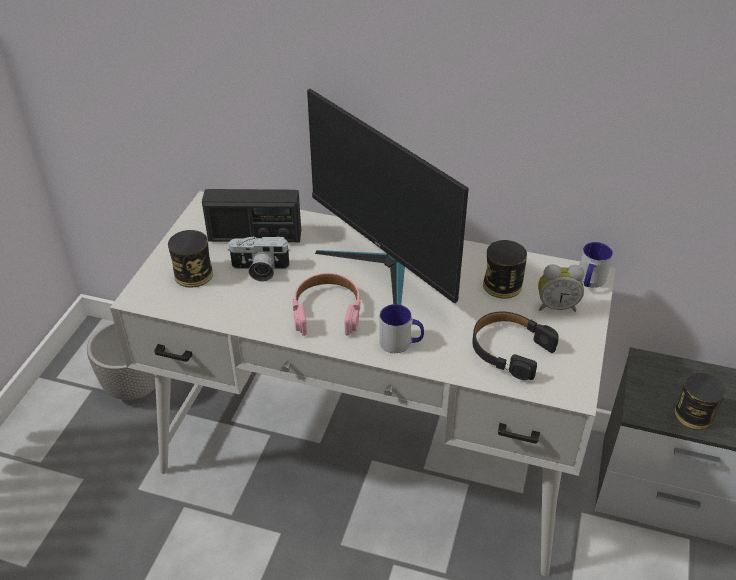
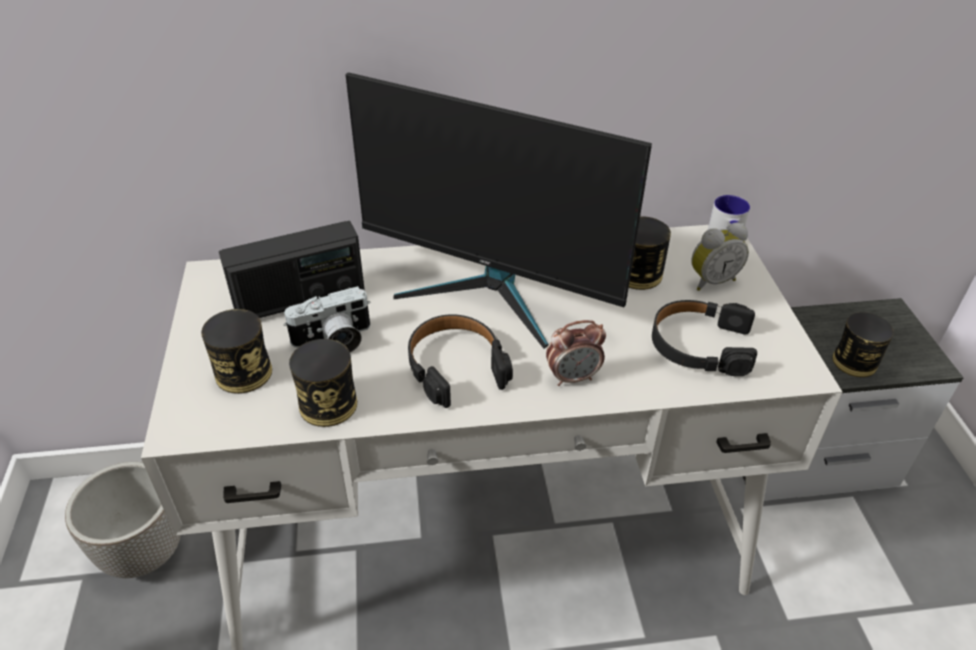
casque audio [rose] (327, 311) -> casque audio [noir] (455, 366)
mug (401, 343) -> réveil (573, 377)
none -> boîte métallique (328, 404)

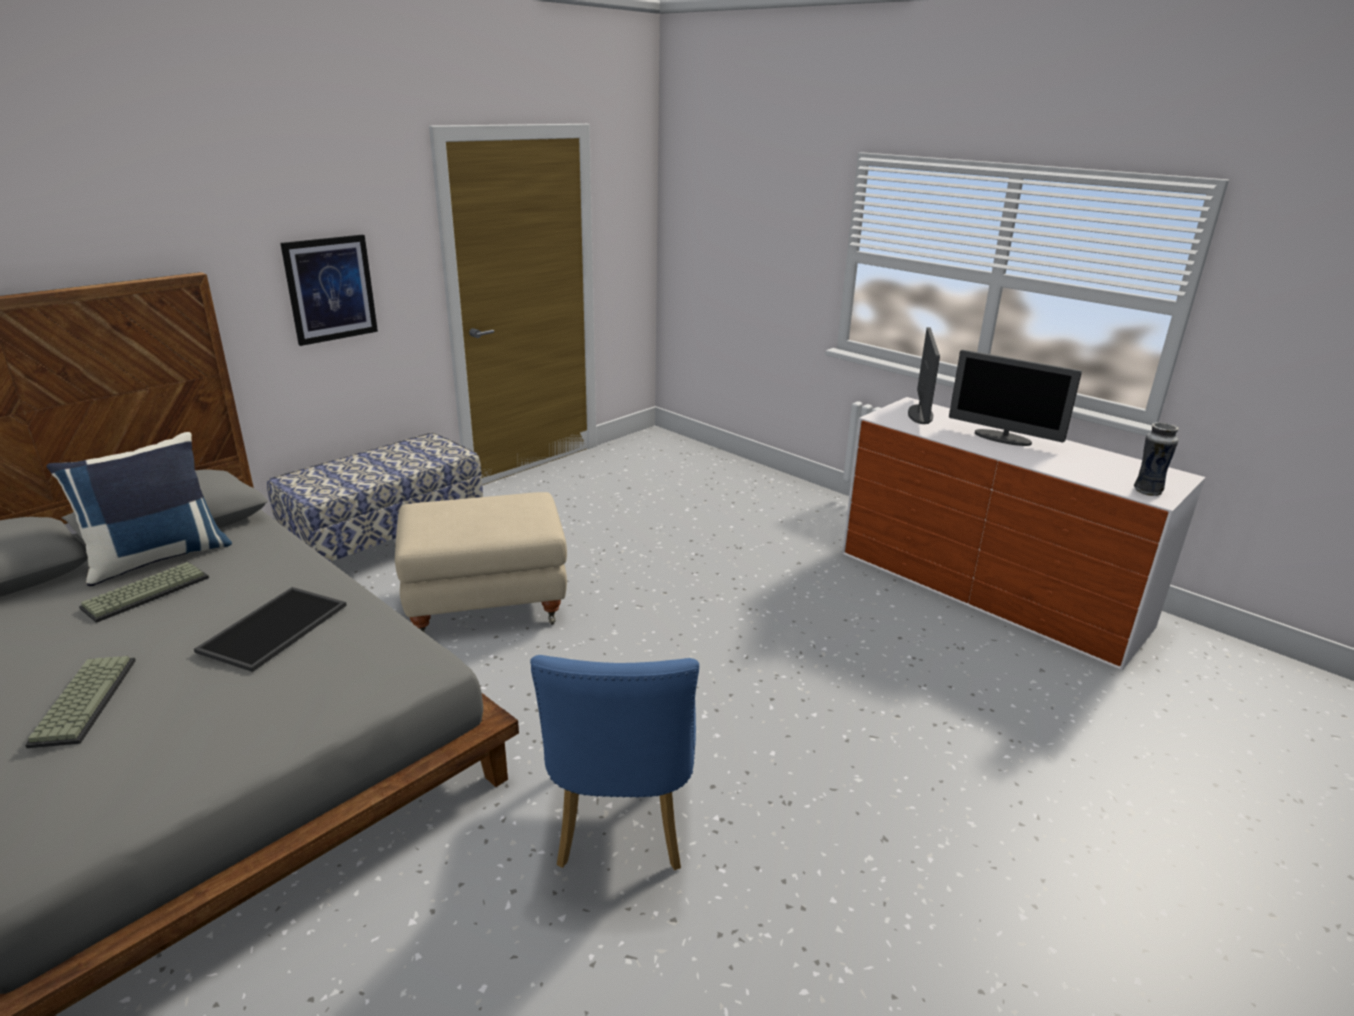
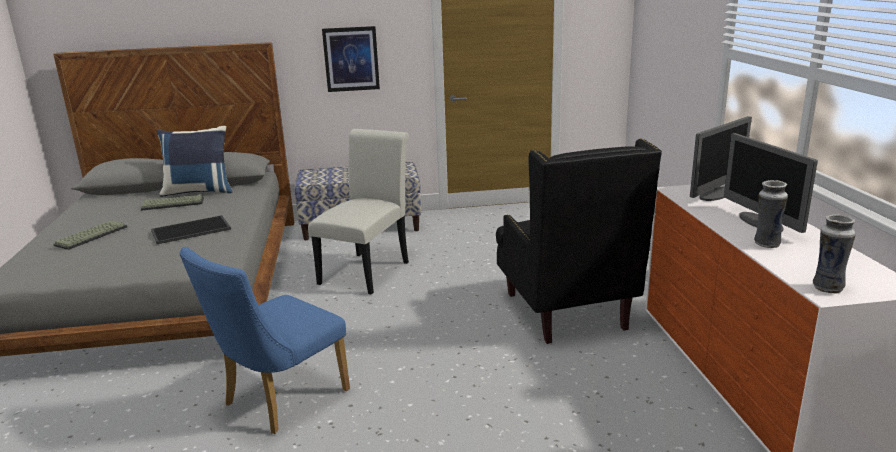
pouf [beige] (487, 603) -> chaise [blanc] (368, 270)
none -> fauteuil [noir] (566, 312)
none -> vase (766, 244)

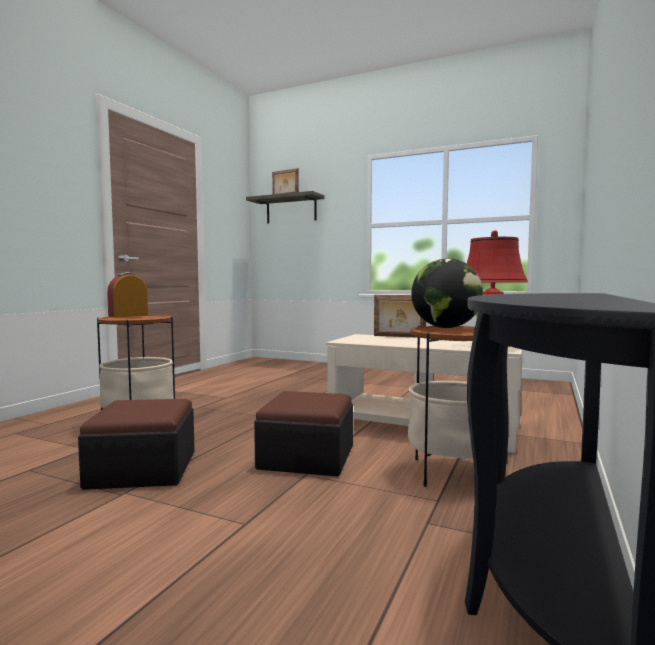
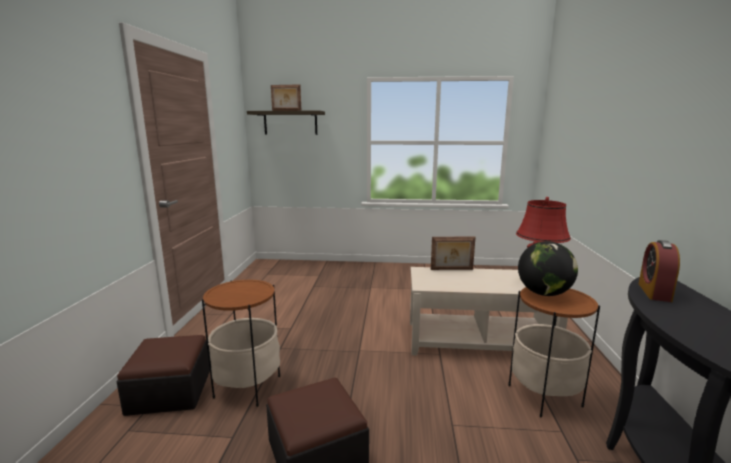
réveil (128, 316) -> réveil (654, 292), relocated
pouf (307, 457) -> pouf (170, 391), relocated

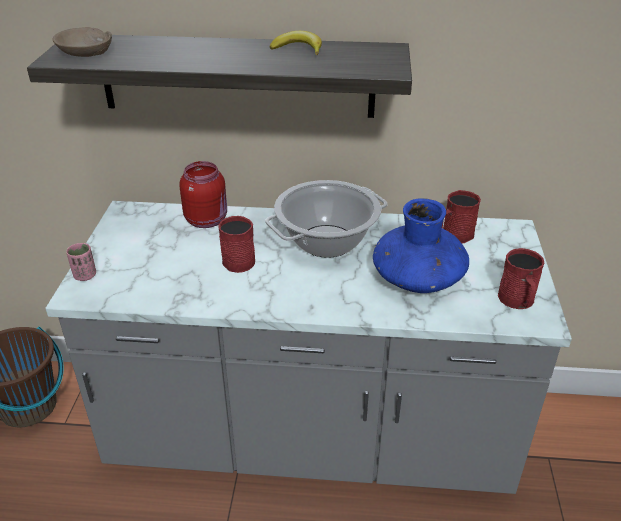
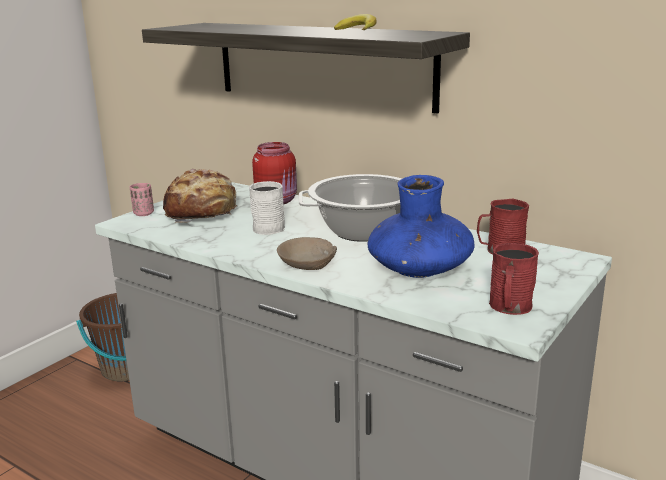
bol [beige] (87, 52) -> bol [beige] (308, 264), relocated
mug [rouge] (236, 259) -> mug [blanc] (268, 227)
none -> pain (202, 212)

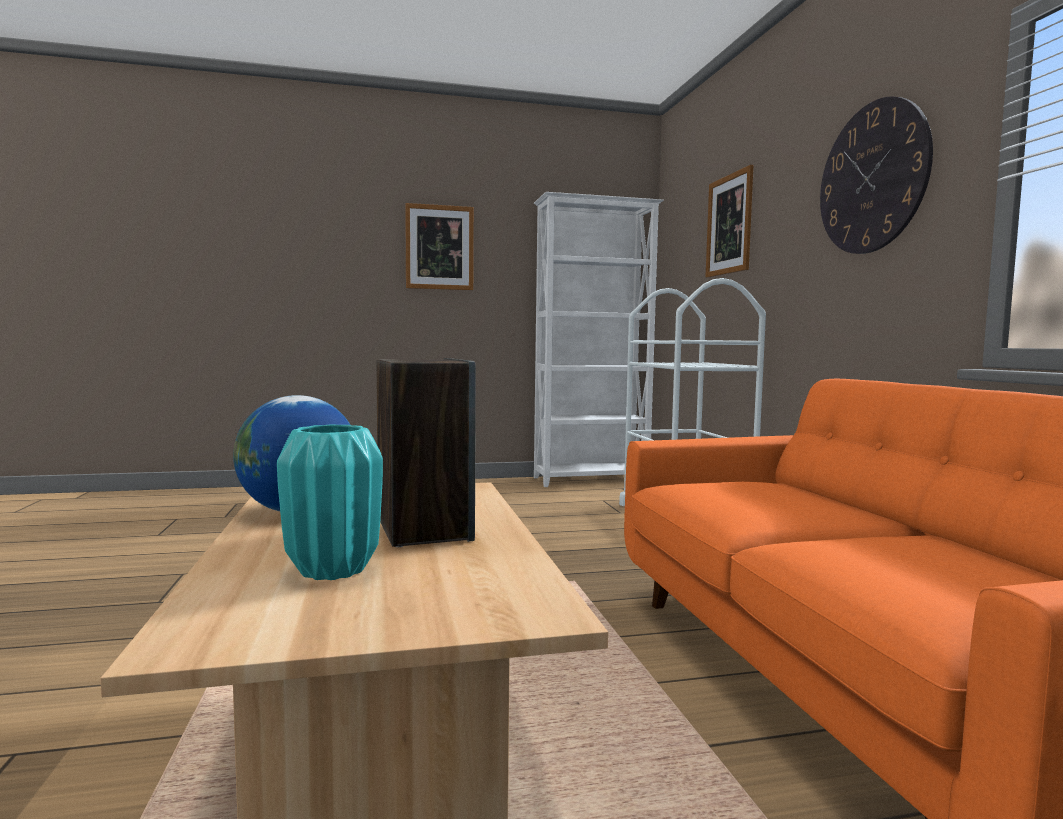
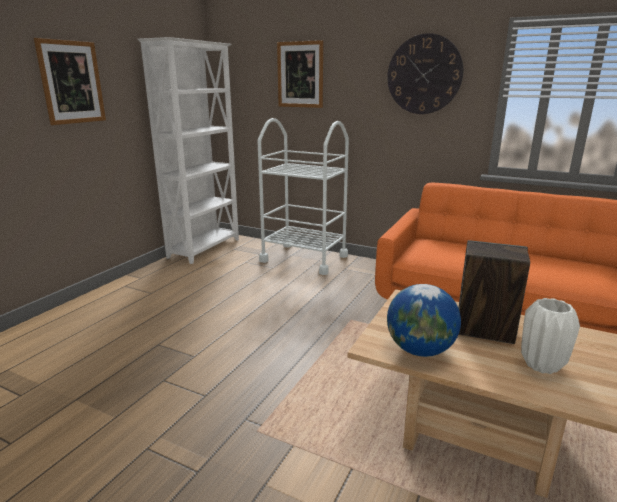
vase [turquoise] (334, 569) -> vase [blanc] (541, 365)

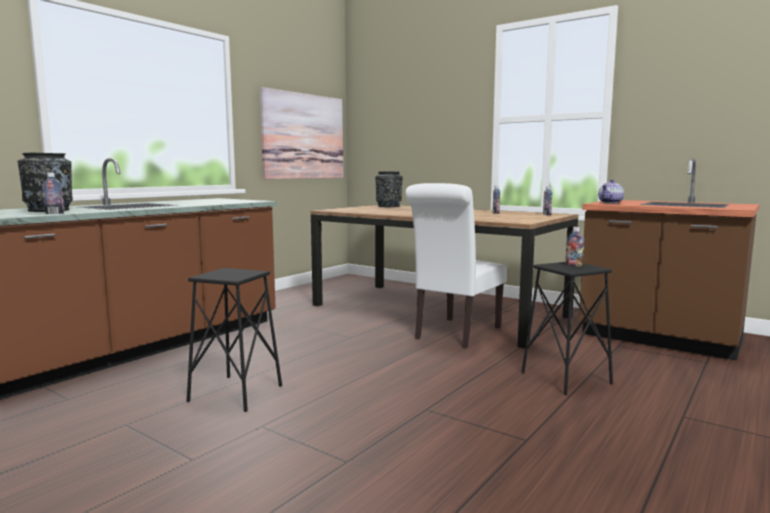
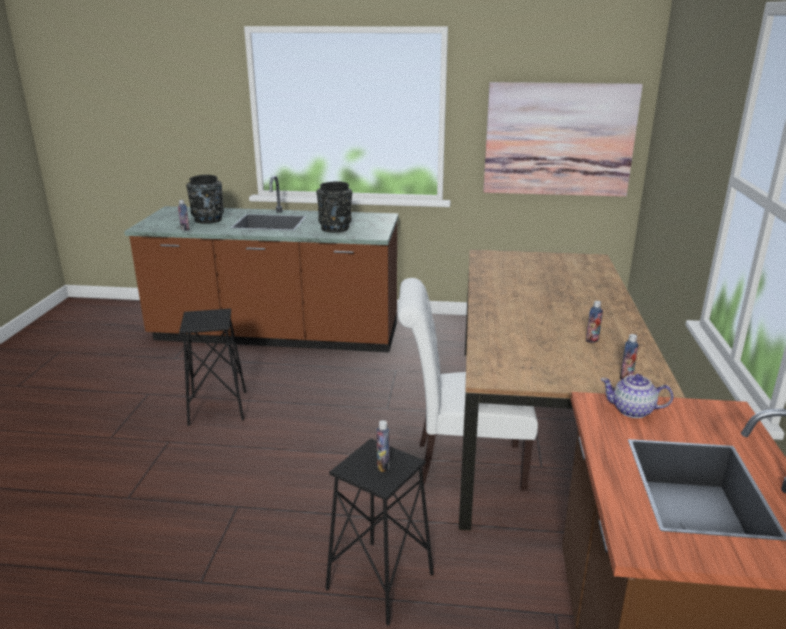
vase [noir] (388, 206) -> vase [noir] (335, 228), relocated

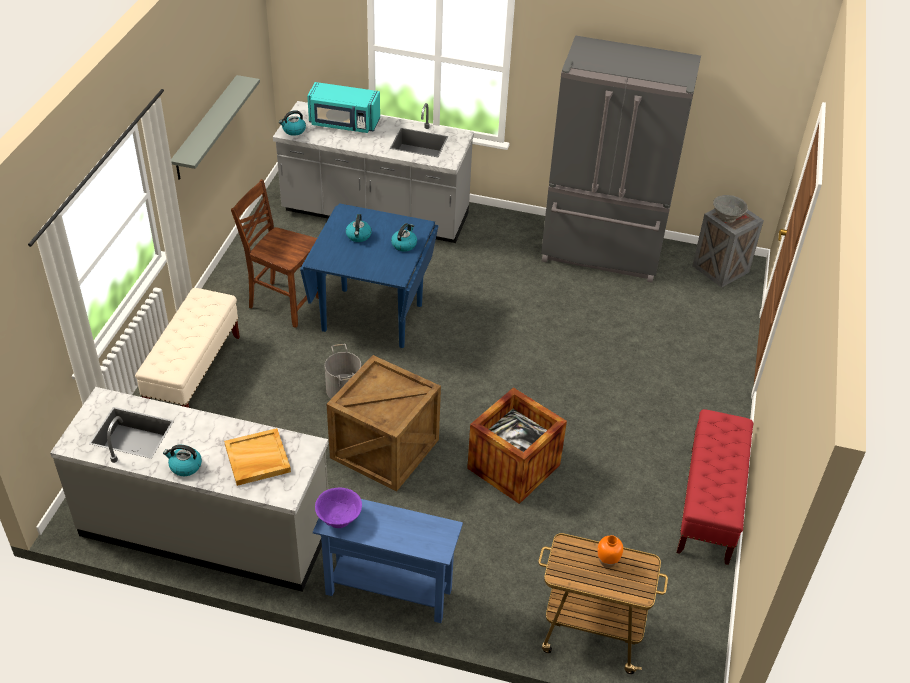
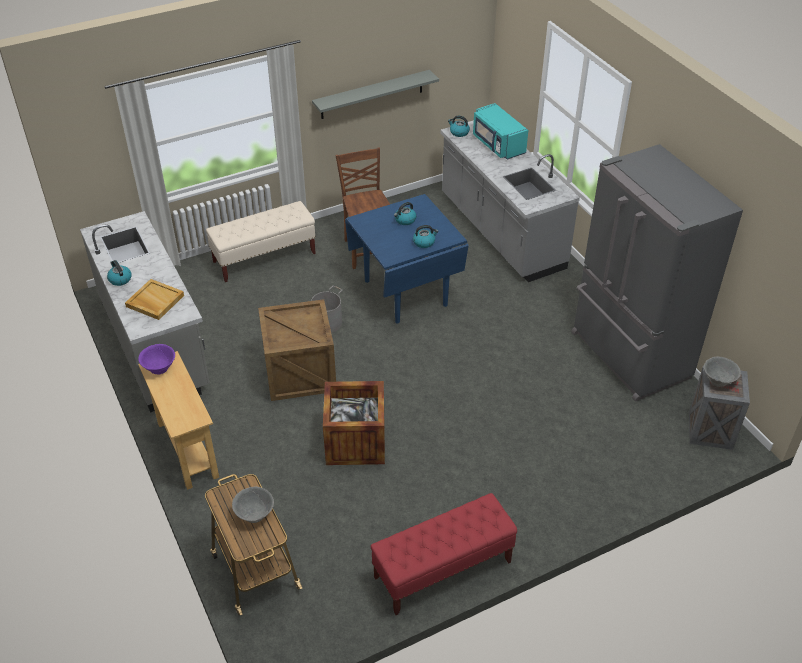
table console [bleu] (388, 591) -> table console [beige] (187, 449)
vase [orange] (607, 561) -> bol [gris] (254, 514)

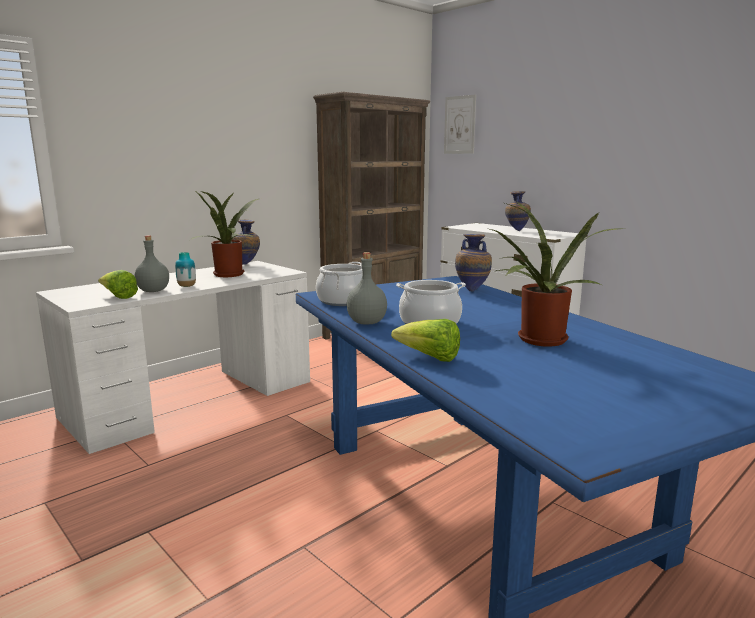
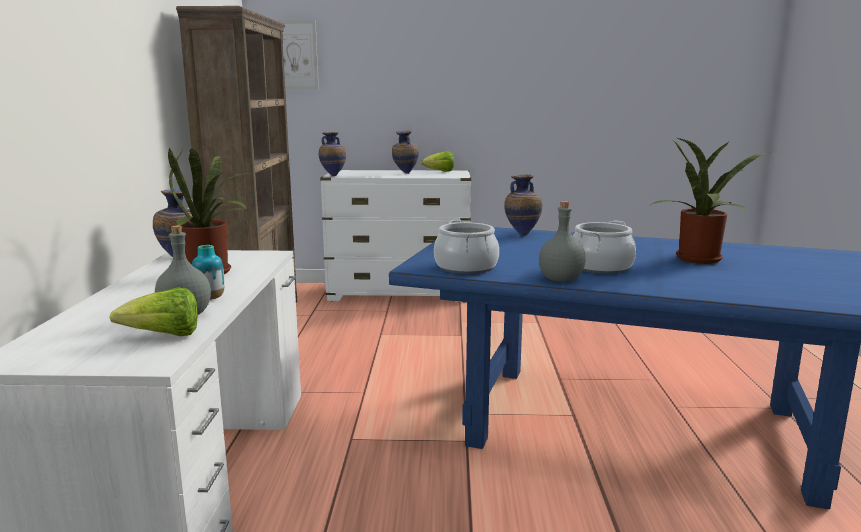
laitue (430, 358) -> laitue (439, 172), relocated
none -> vase (333, 176)

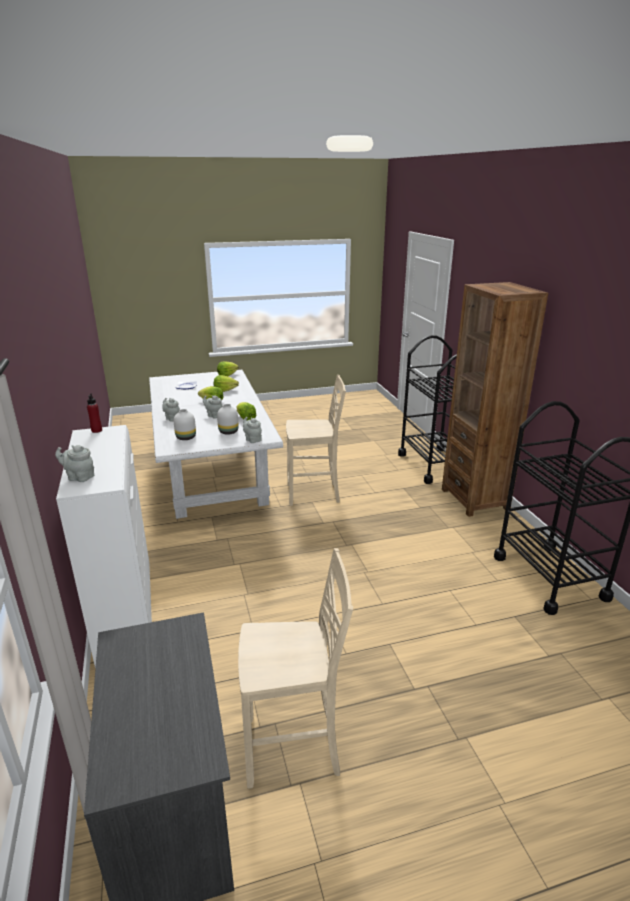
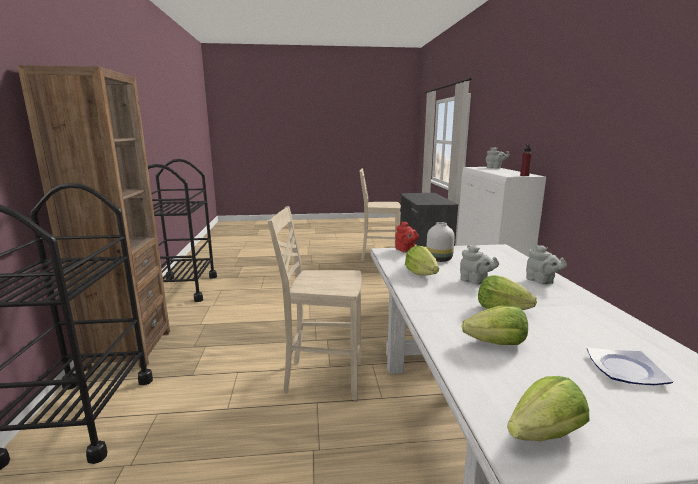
vase [blanc] (186, 437) -> none
théière [gris] (252, 439) -> théière [rouge] (406, 251)

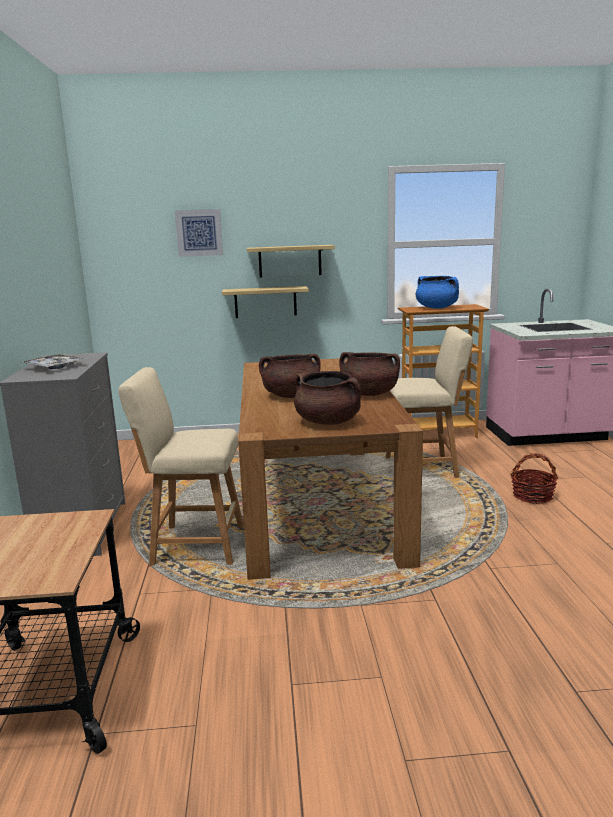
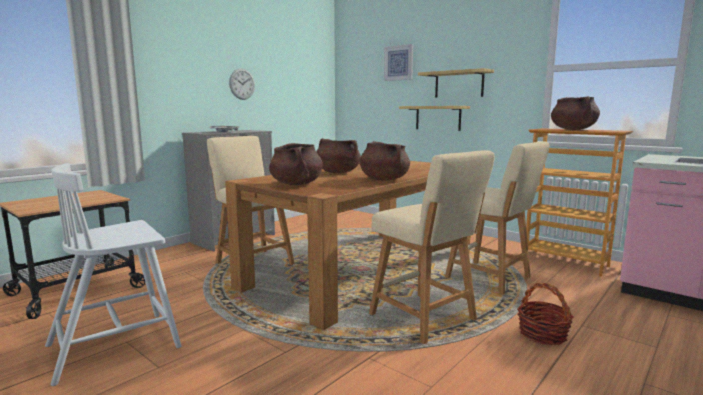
marmite [bleu] (437, 308) -> marmite [marron] (573, 129)
none -> horloge murale (242, 84)
none -> tabouret [beige] (426, 319)
none -> chaise [blanc] (116, 345)

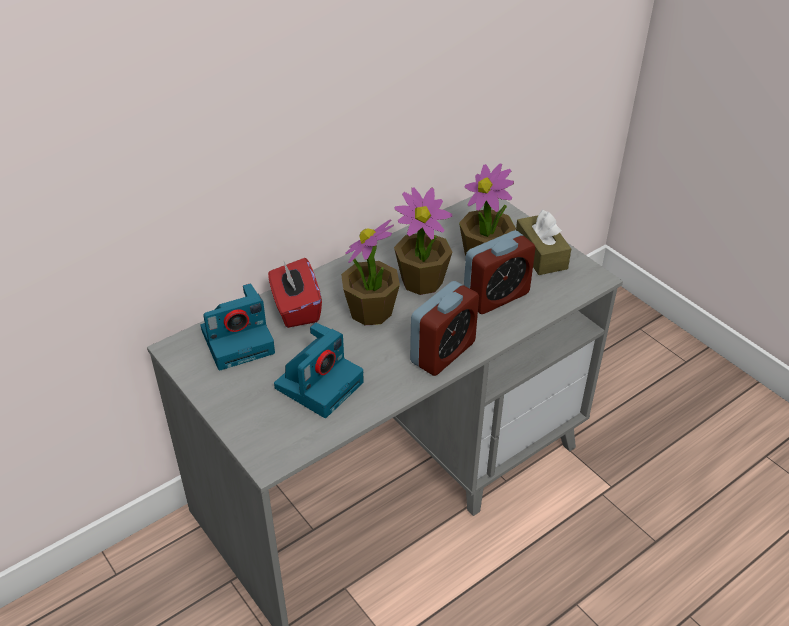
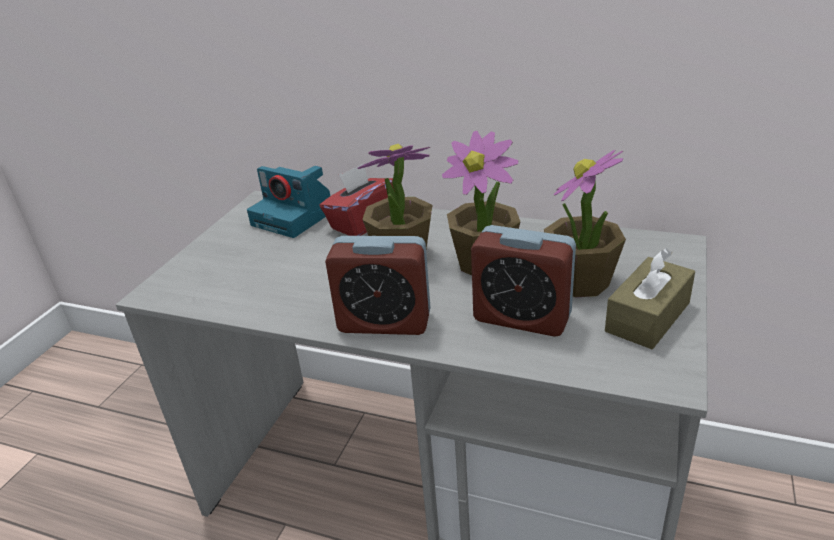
appareil photo (319, 383) -> none

